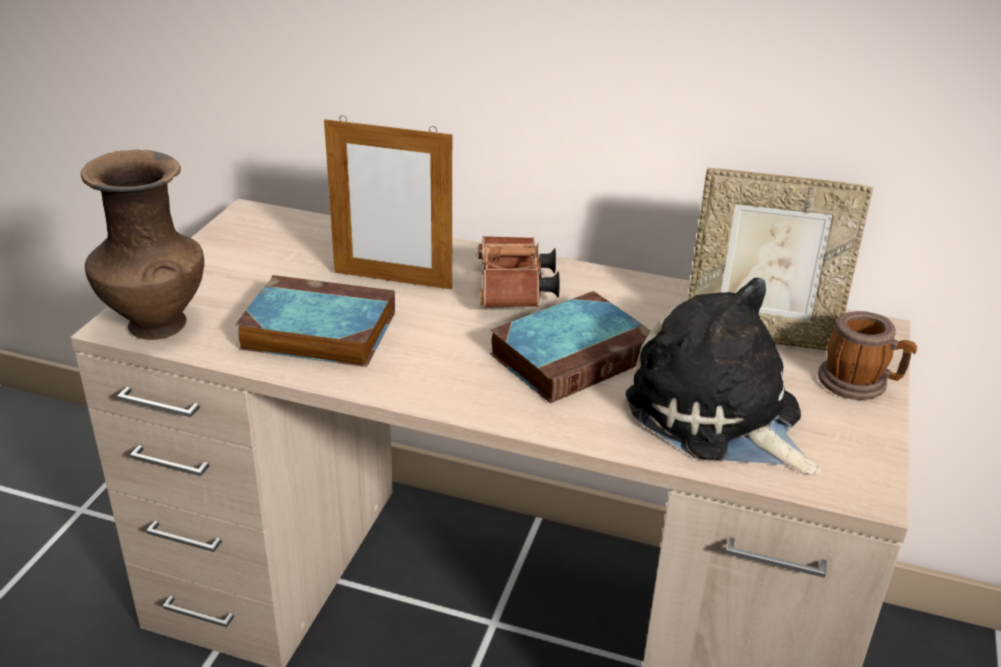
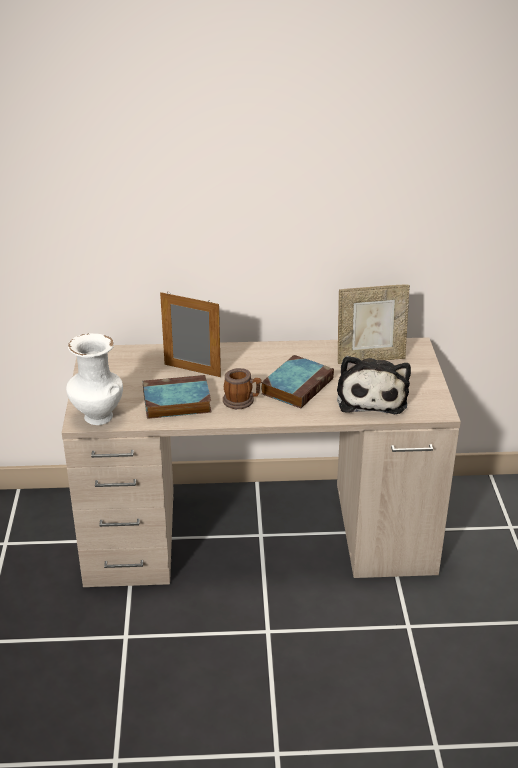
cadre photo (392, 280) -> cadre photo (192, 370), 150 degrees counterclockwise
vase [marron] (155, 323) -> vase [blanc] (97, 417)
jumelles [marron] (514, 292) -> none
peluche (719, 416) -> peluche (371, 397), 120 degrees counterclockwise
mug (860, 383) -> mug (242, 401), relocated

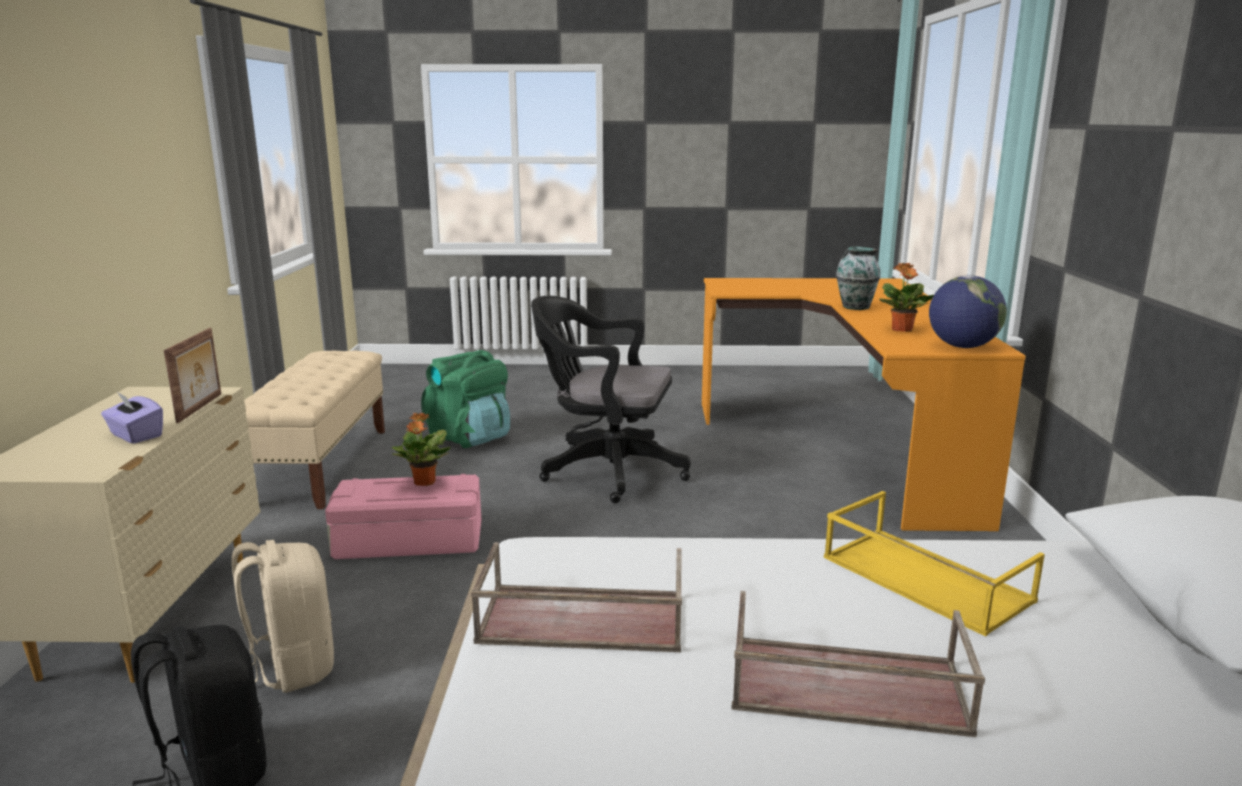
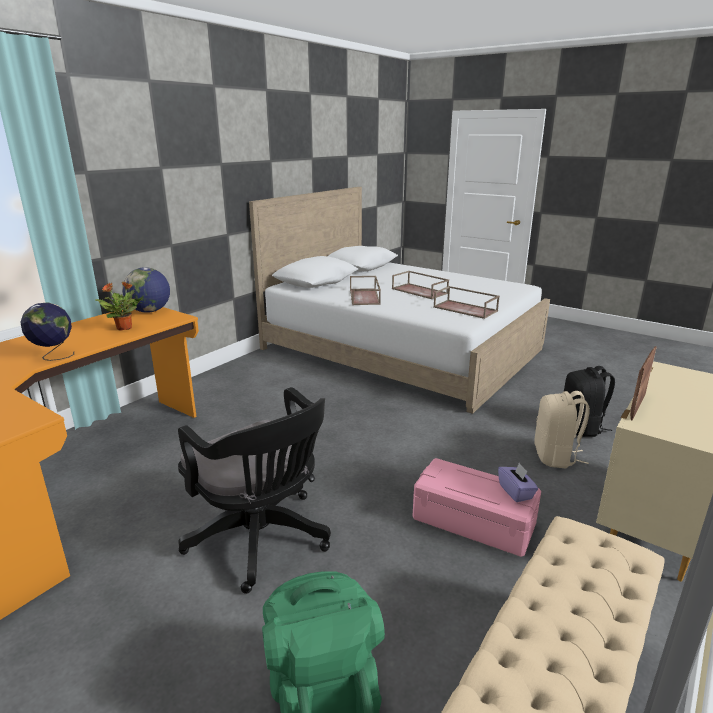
vase (855, 307) -> globe (53, 356)
boîte à mouchoirs [violet] (135, 435) -> boîte à mouchoirs [violet] (516, 492), relocated
plante en pot (424, 482) -> none
plateau [jaune] (922, 578) -> plateau [marron] (365, 297)

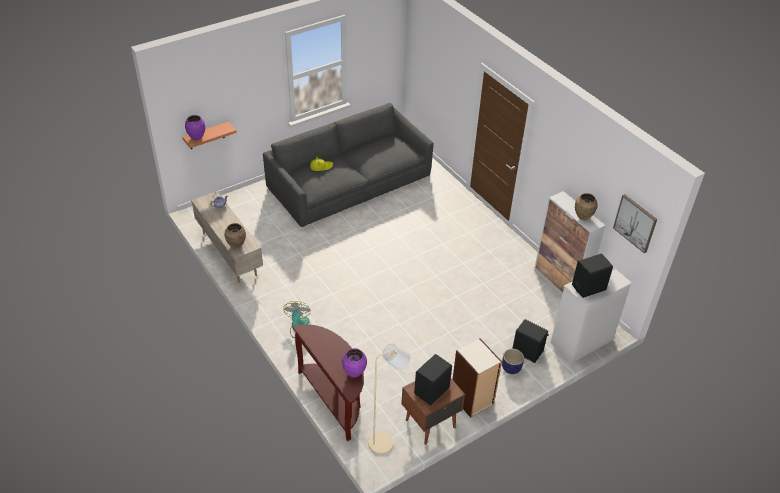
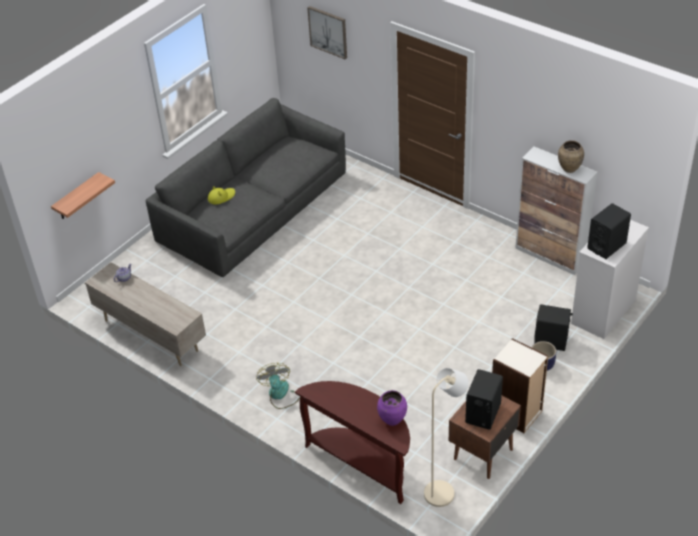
vase [violet] (196, 137) -> none
tableau (635, 223) -> tableau (328, 32), relocated
vase [marron] (236, 245) -> none

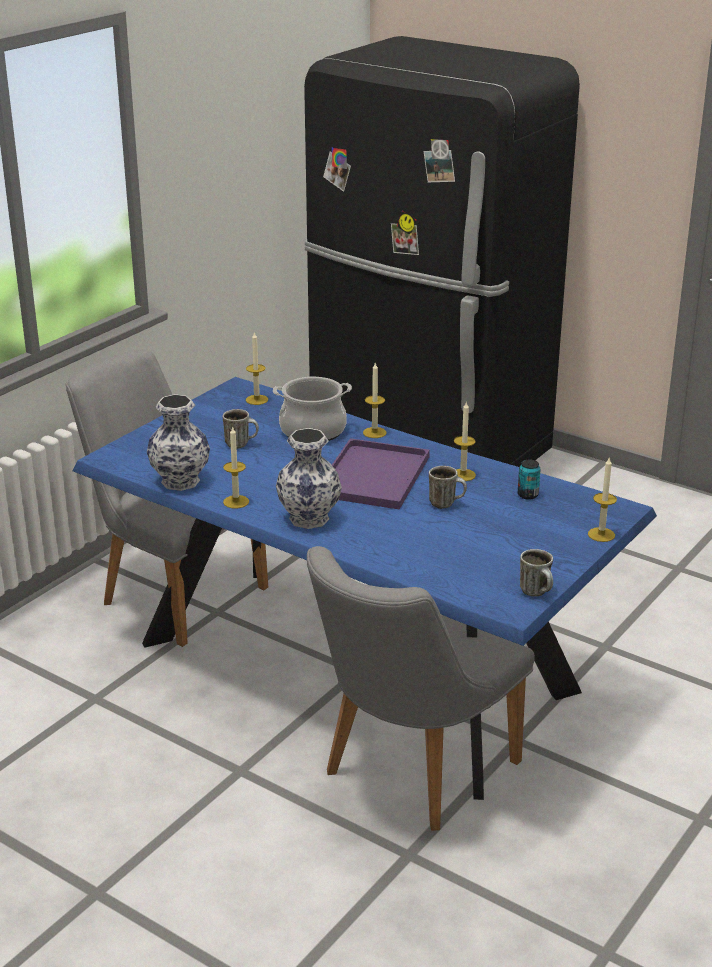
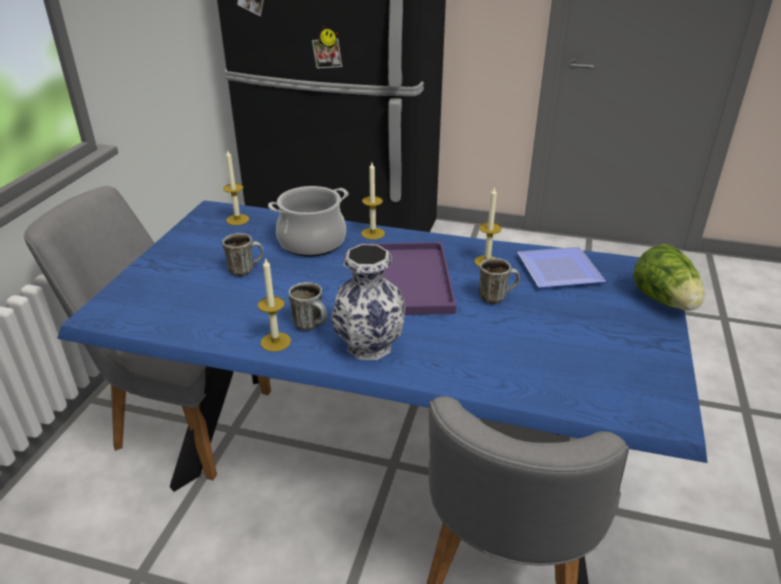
vase (180, 481) -> none
bougie (601, 534) -> laitue (664, 301)
boîte métallique (527, 495) -> assiette (562, 271)
mug (538, 593) -> mug (312, 325), relocated

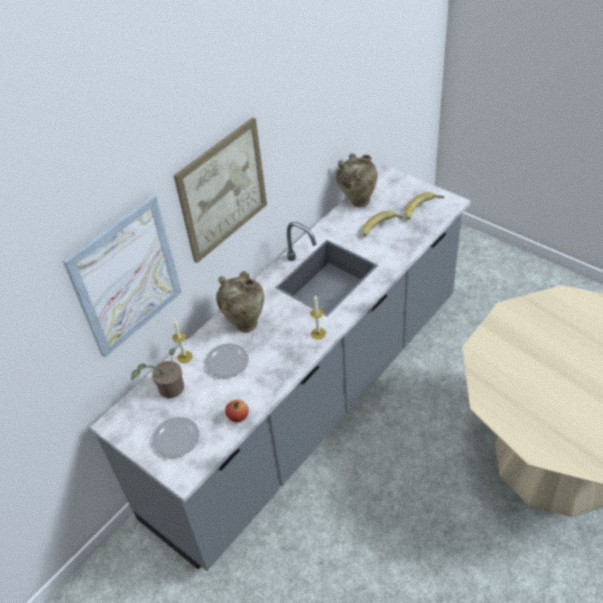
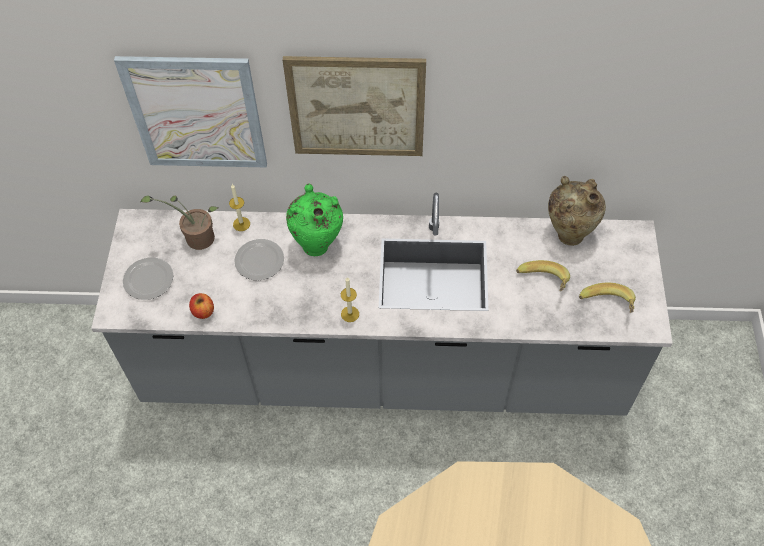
vase [beige] (245, 322) -> vase [vert] (317, 243)

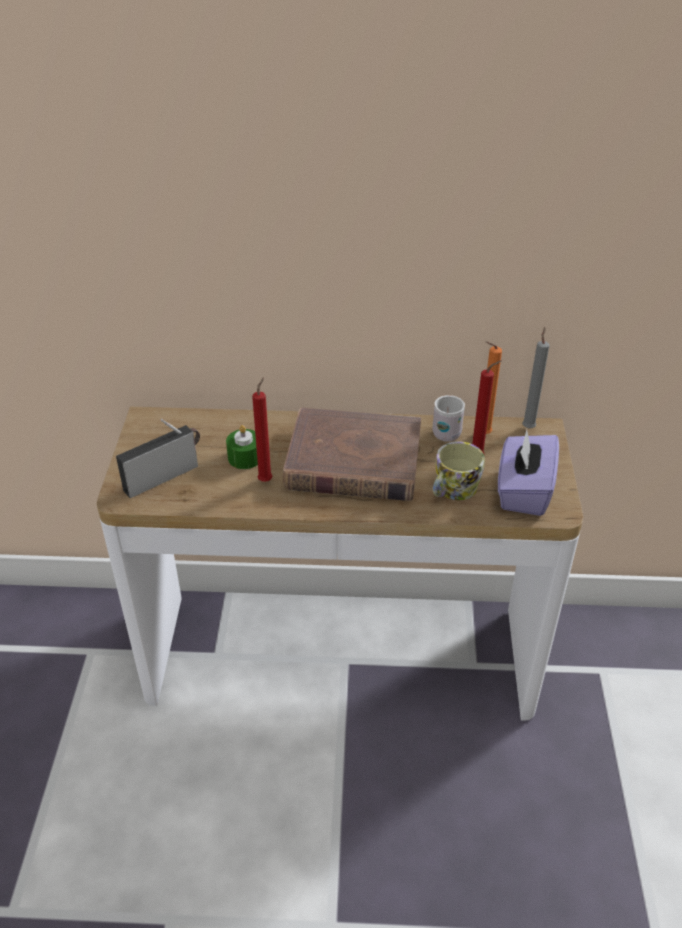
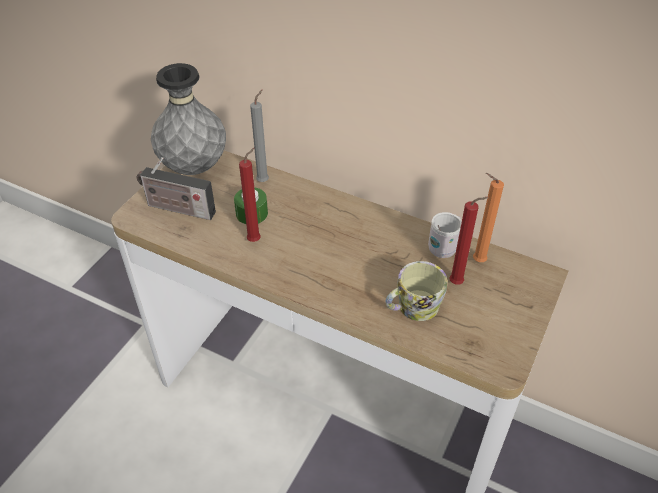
bougie [gris] (528, 427) -> bougie [gris] (264, 180), relocated
livre [marron] (353, 461) -> none
radio (164, 476) -> radio (177, 209), 150 degrees counterclockwise
boîte à mouchoirs [violet] (523, 491) -> none
none -> vase [gris] (194, 167)

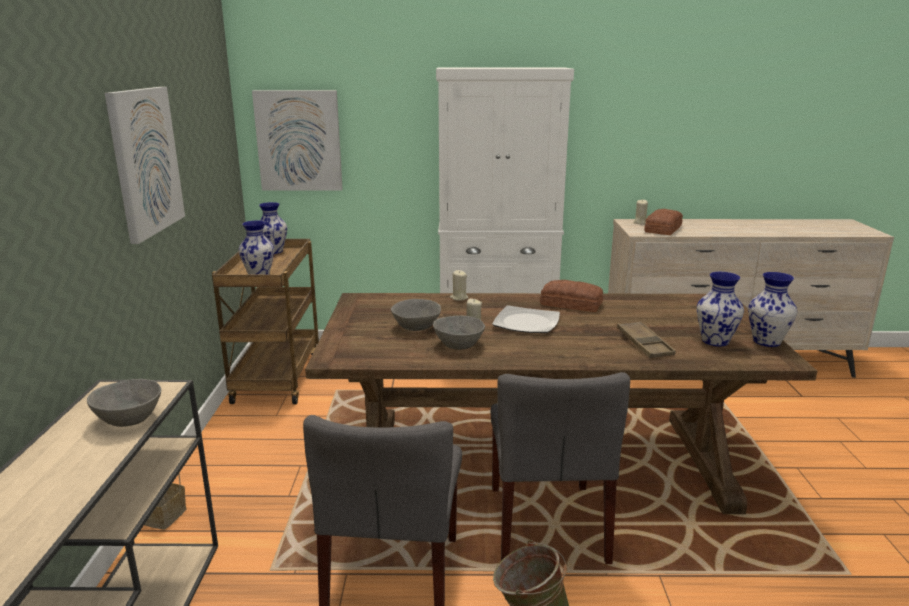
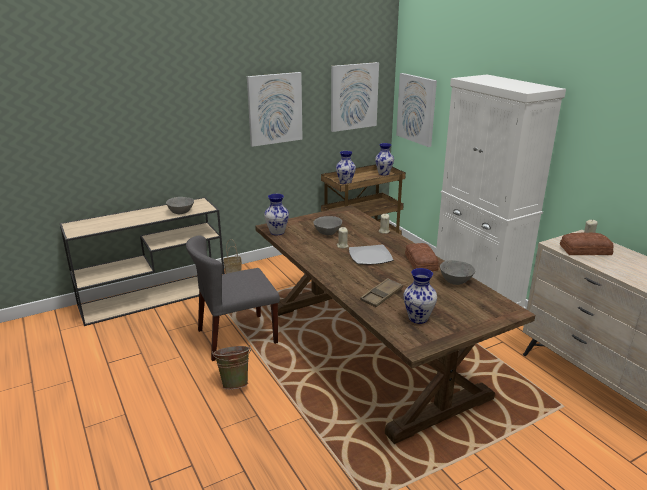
vase (766, 342) -> vase (276, 232), relocated
bol [gris] (459, 345) -> bol [gris] (456, 281), relocated
chaise [gris] (547, 525) -> none
none -> tableau (353, 96)

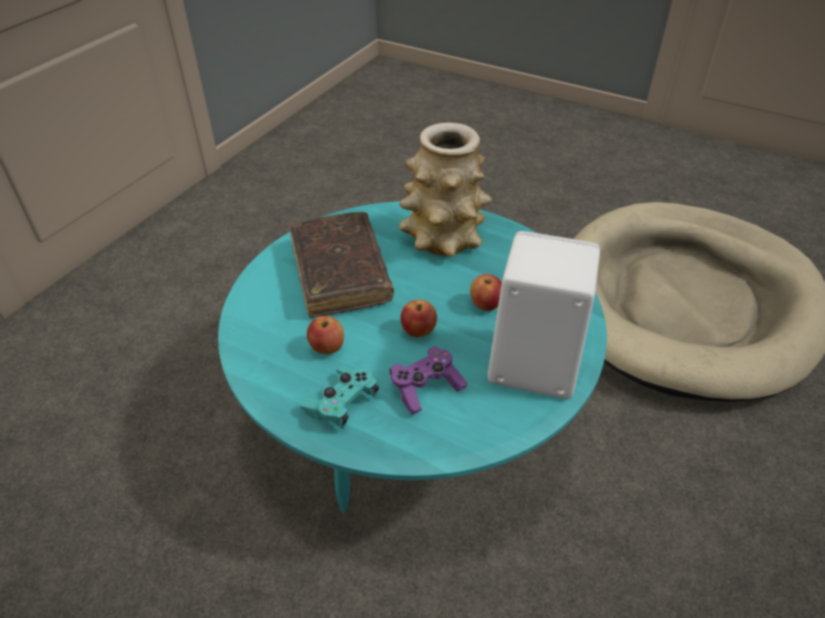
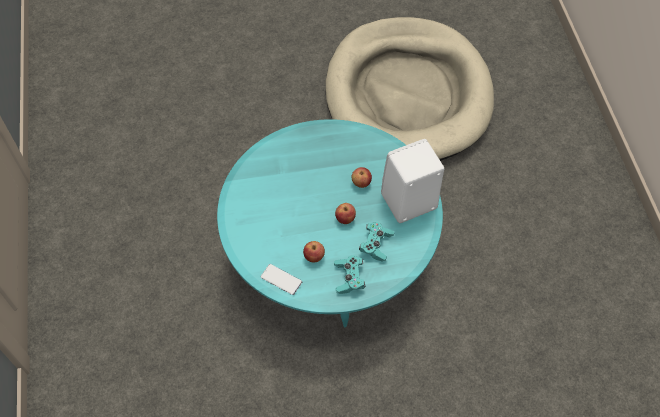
vase (443, 238) -> none
livre [marron] (340, 273) -> none
manette [violet] (426, 388) -> manette [turquoise] (376, 245)
none -> téléphone (281, 279)

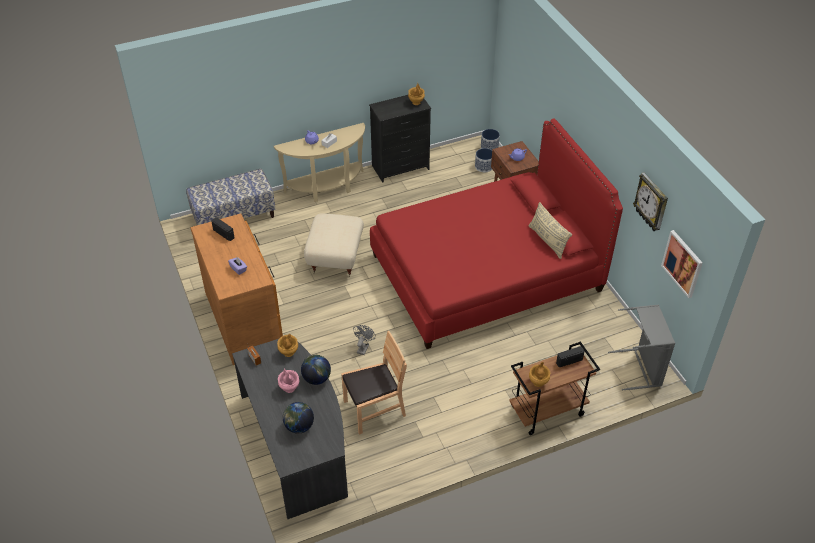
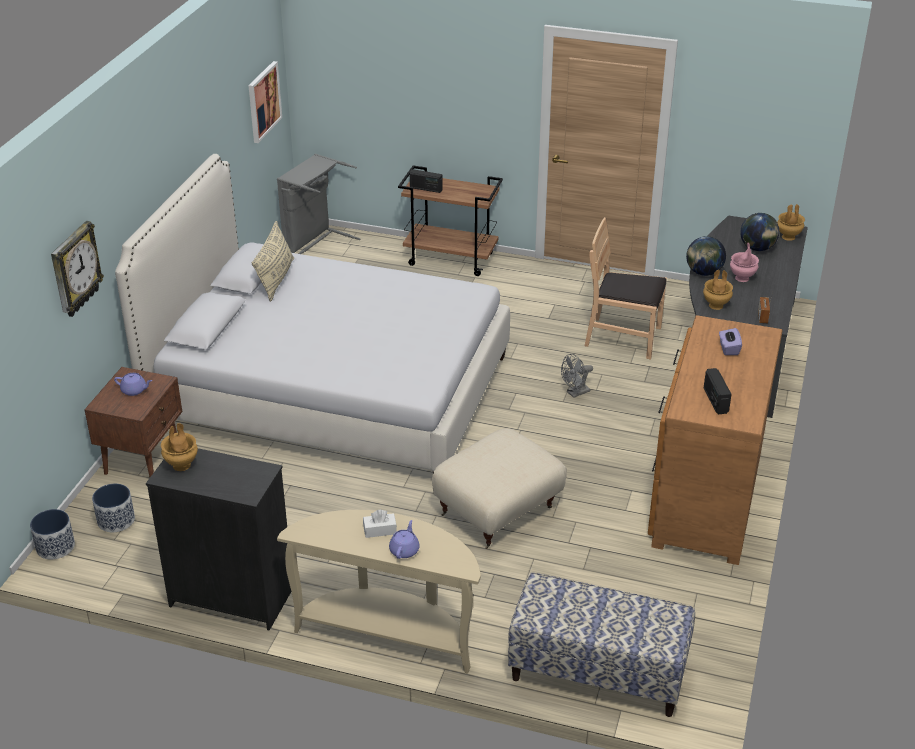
lit [rouge] (486, 272) -> lit [blanc] (330, 390)
horloge murale (651, 203) -> horloge murale (74, 270), relocated
vase [marron] (538, 382) -> vase [marron] (788, 237), relocated

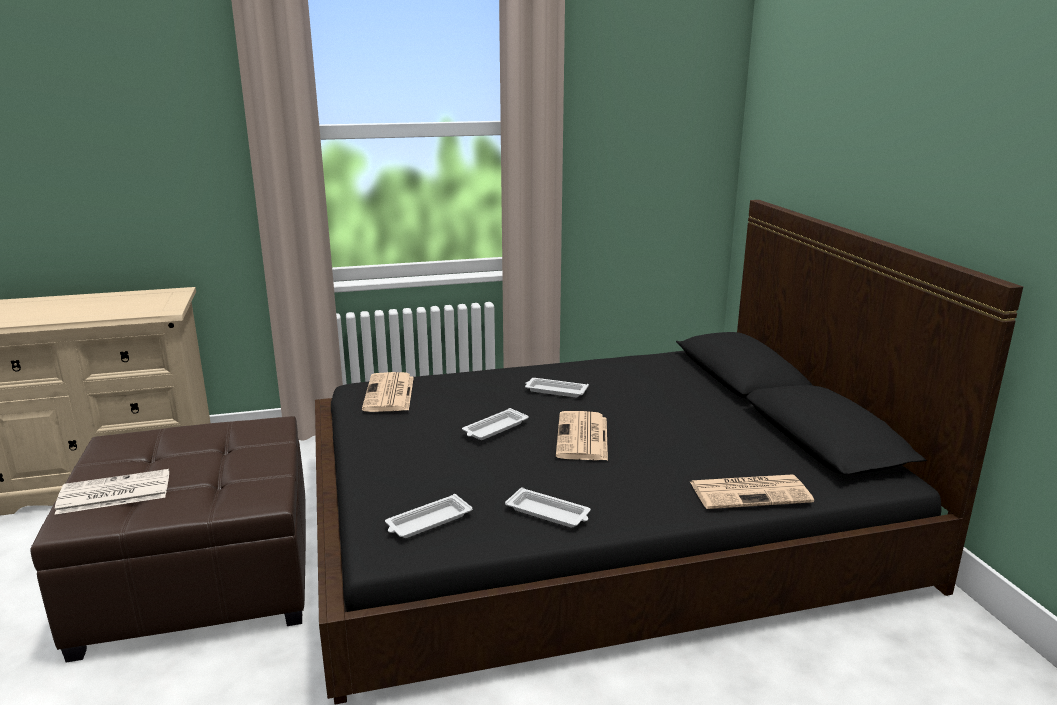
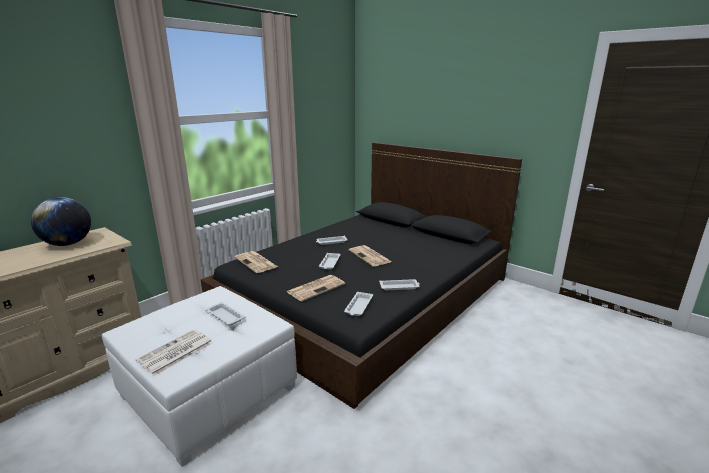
pouf [marron] (202, 577) -> pouf [blanc] (210, 391)
journal (751, 492) -> journal (316, 288), relocated
none -> globe (68, 244)
none -> plateau [blanc] (225, 316)

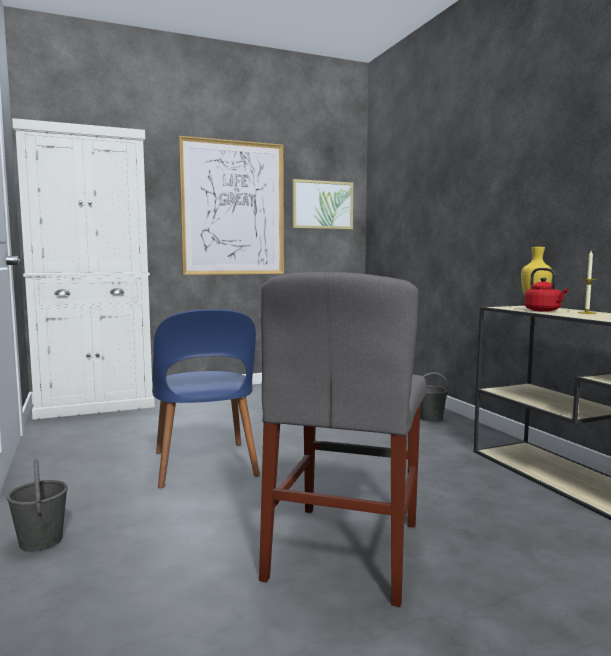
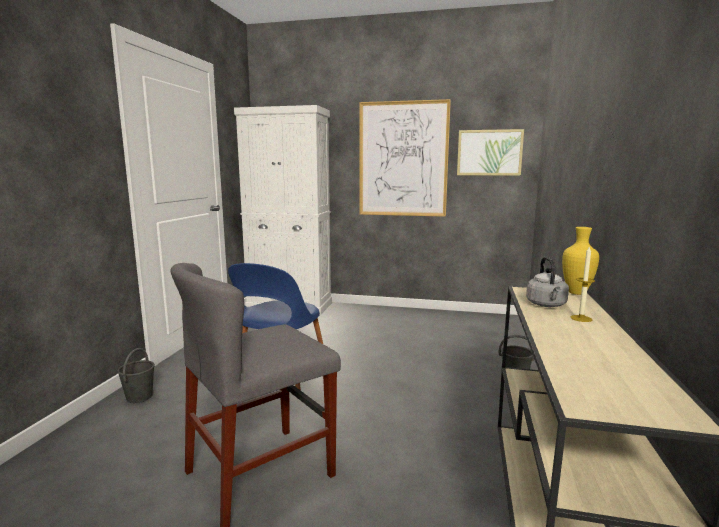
bouilloire [rouge] (544, 311) -> bouilloire [gris] (547, 305)

